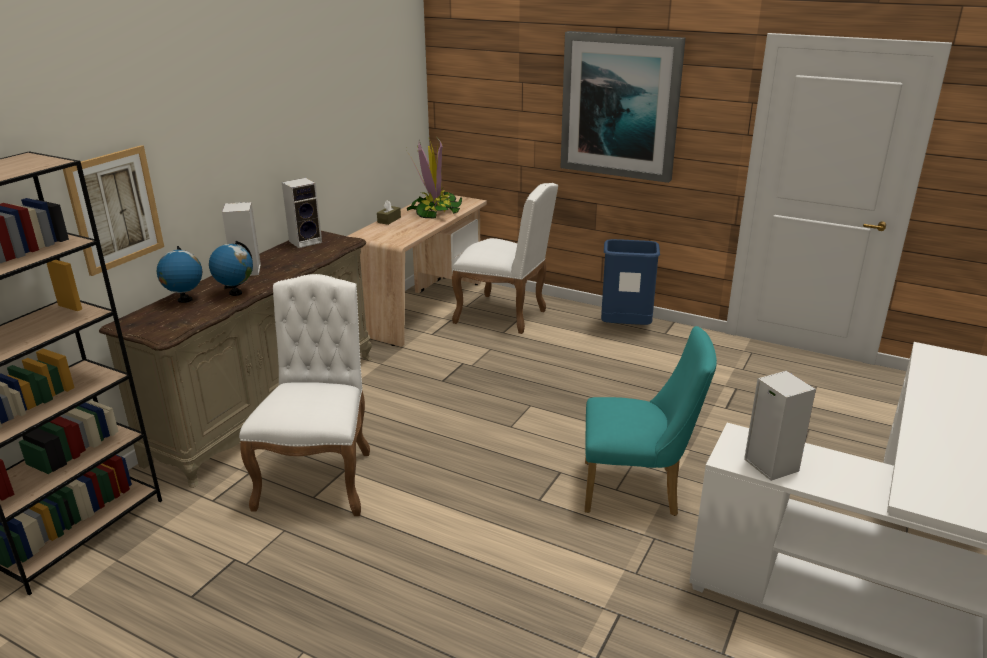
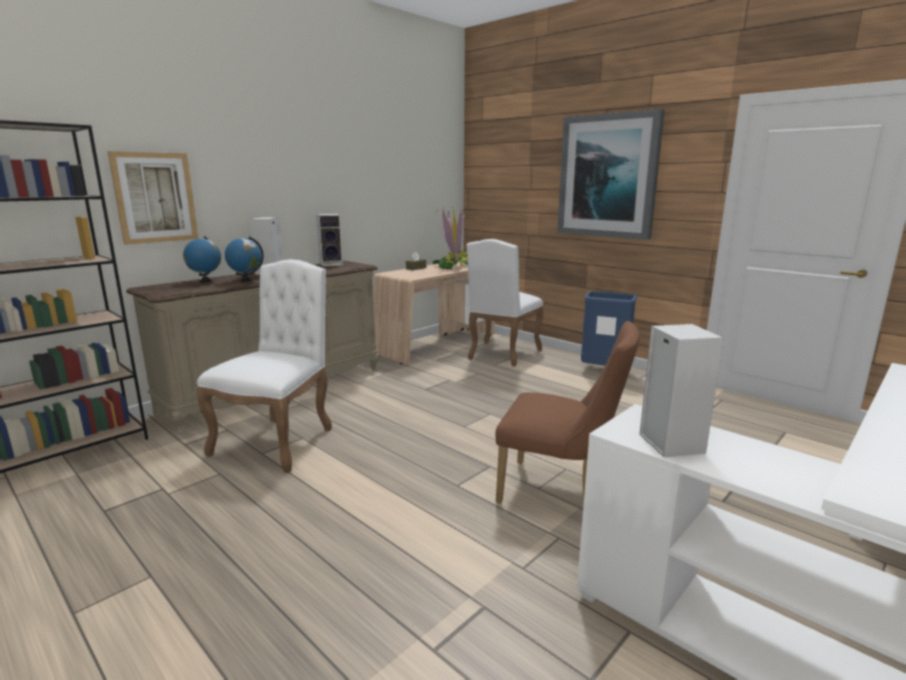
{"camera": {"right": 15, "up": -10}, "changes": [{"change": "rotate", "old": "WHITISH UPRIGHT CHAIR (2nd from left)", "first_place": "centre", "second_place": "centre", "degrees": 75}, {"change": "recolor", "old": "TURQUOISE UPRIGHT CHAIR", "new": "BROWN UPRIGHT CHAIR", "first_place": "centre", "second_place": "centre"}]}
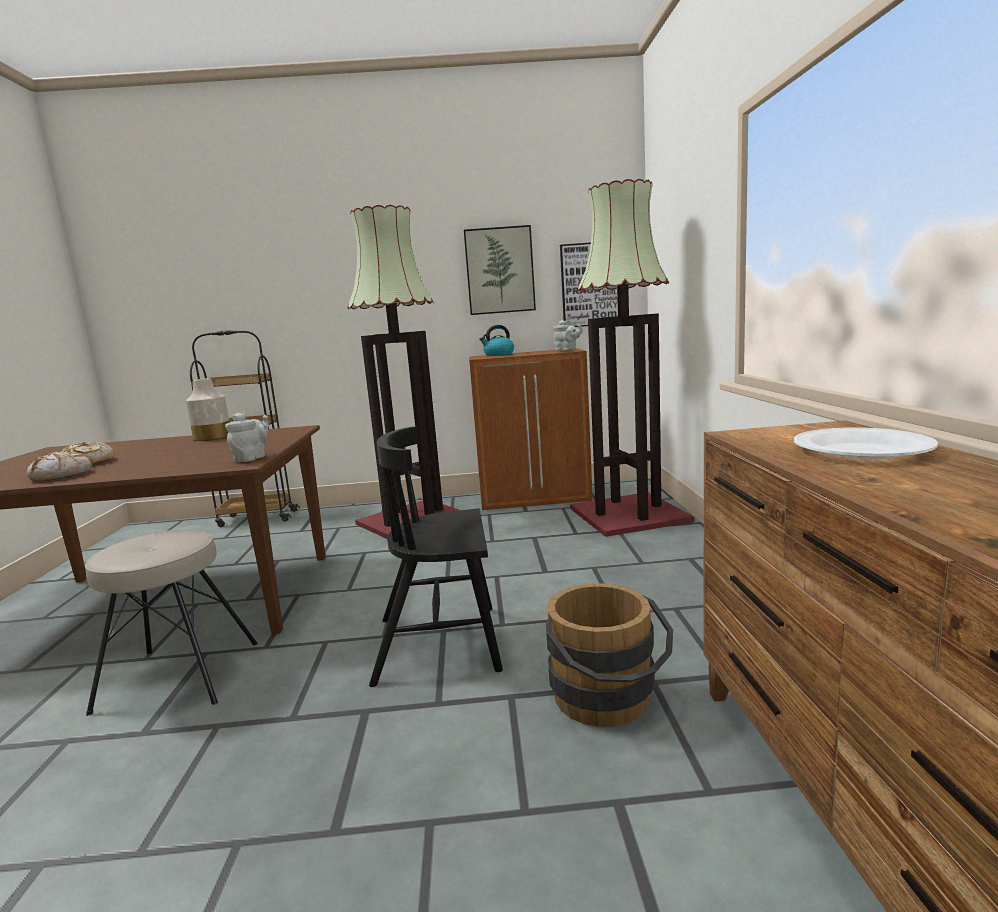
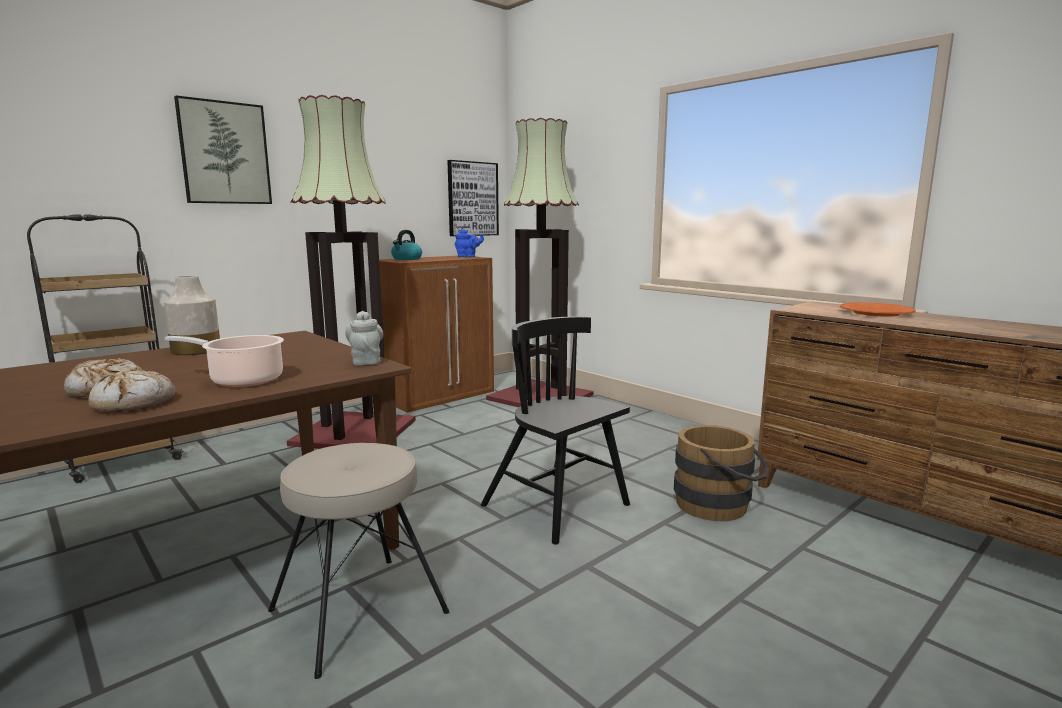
{"camera": {"right": -40, "up": 0}, "changes": [{"change": "rotate", "old": "BLACKISH UPRIGHT CHAIR", "first_place": "centre", "second_place": "centre", "degrees": 90}, {"change": "move", "old": "WALL ART (1st from left)", "first_place": "top centre", "second_place": "top left"}, {"change": "recolor", "old": "GREYISH POT FOR TEA (2nd from left)", "new": "BLUE-COLOURED POT FOR TEA", "first_place": "centre", "second_place": "centre"}, {"change": "recolor", "old": "WHITISH FLAT DISH", "new": "ORANGE FLAT DISH", "first_place": "middle right", "second_place": "middle right"}, {"change": "insert", "new": "SAUCEPOT", "second_place": "middle left"}]}
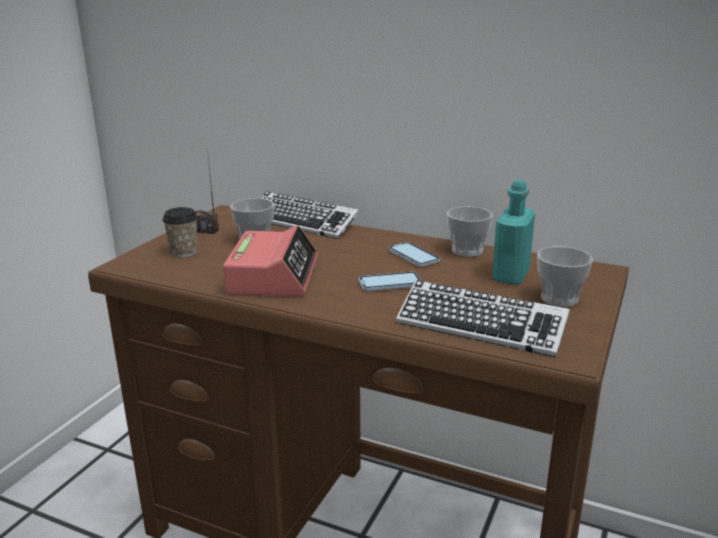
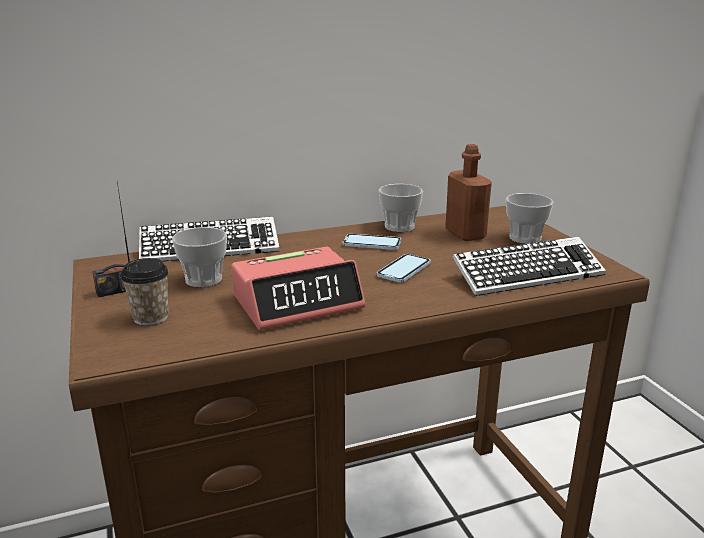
{"camera": {"right": -45, "up": 0}, "changes": [{"change": "rotate", "old": "BEDSIDE CLOCK", "first_place": "centre", "second_place": "centre", "degrees": 105}, {"change": "recolor", "old": "TURQUOISE BEVERAGE BOTTLE", "new": "BROWN BEVERAGE BOTTLE", "first_place": "middle right", "second_place": "centre"}]}
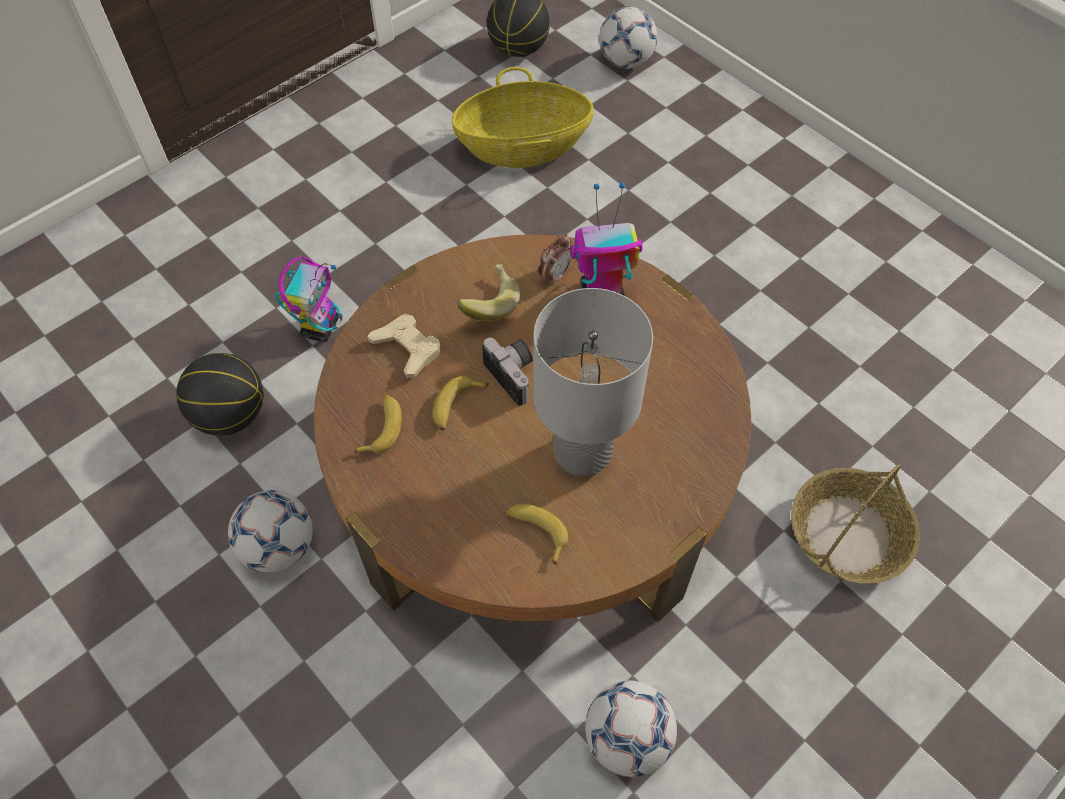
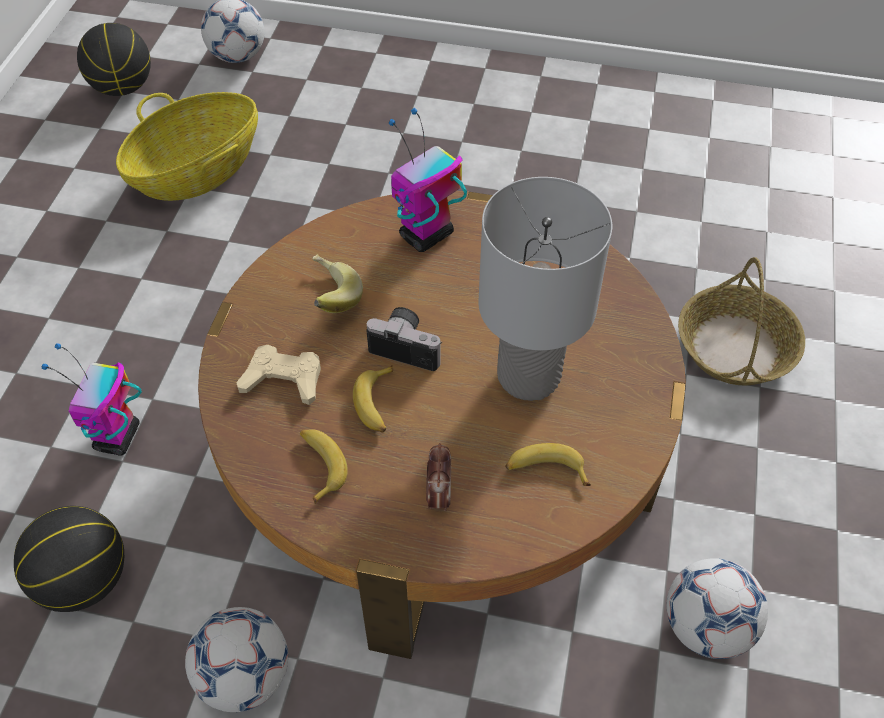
{"camera": {"right": -35, "up": -5}, "changes": [{"change": "rotate", "old": "TOY ROBOT (1st from left)", "first_place": "middle left", "second_place": "middle left", "degrees": -150}, {"change": "move", "old": "BEDSIDE CLOCK", "first_place": "top centre", "second_place": "centre"}]}
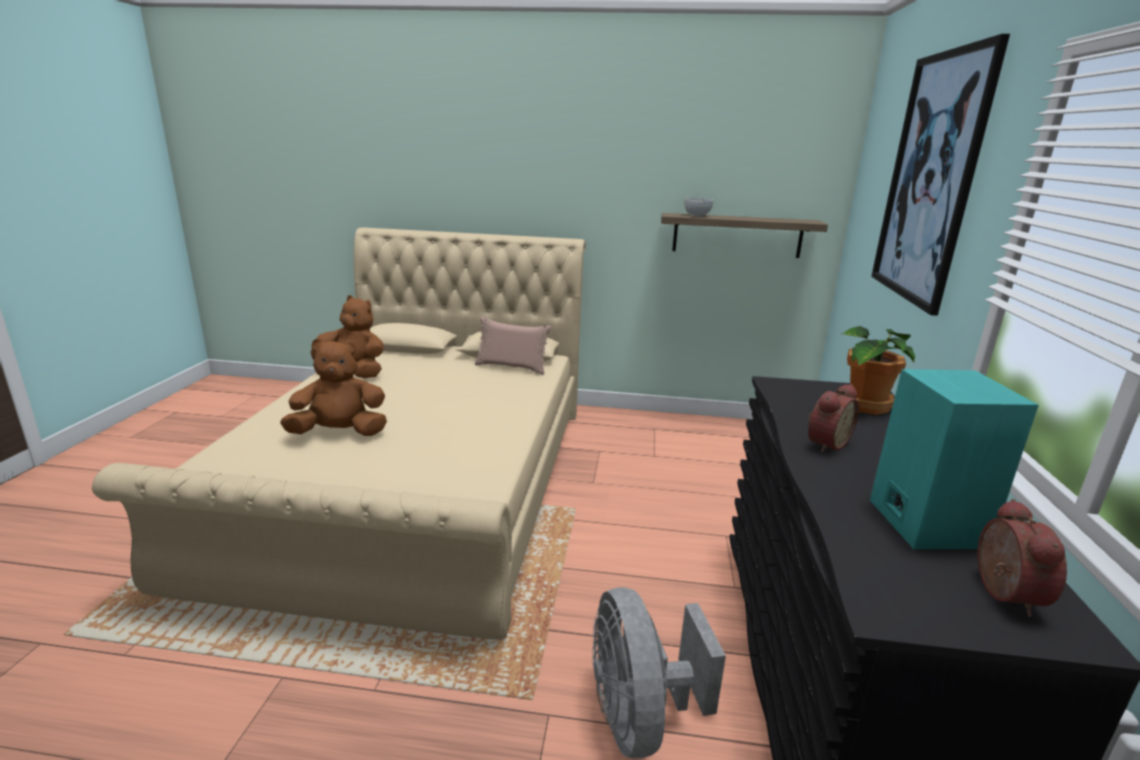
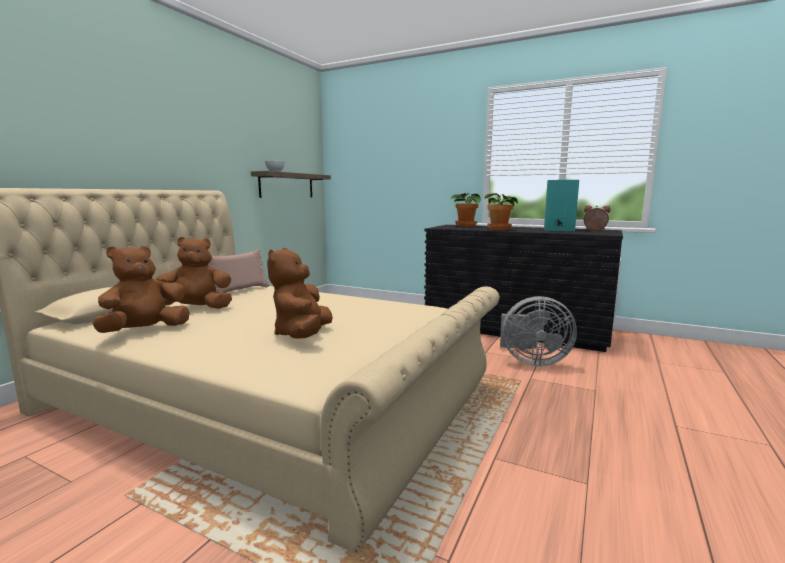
{"camera": {"right": -70, "up": -10}, "changes": [{"change": "replace", "old": "BEDSIDE CLOCK (1st from left)", "new": "POTTED PLANT (2nd from left)", "first_place": "middle right", "second_place": "centre"}, {"change": "delete", "old": "WALL ART", "first_place": "top right"}, {"change": "insert", "new": "BROWN PLUSH TOY (2nd from left)", "second_place": "middle left"}]}
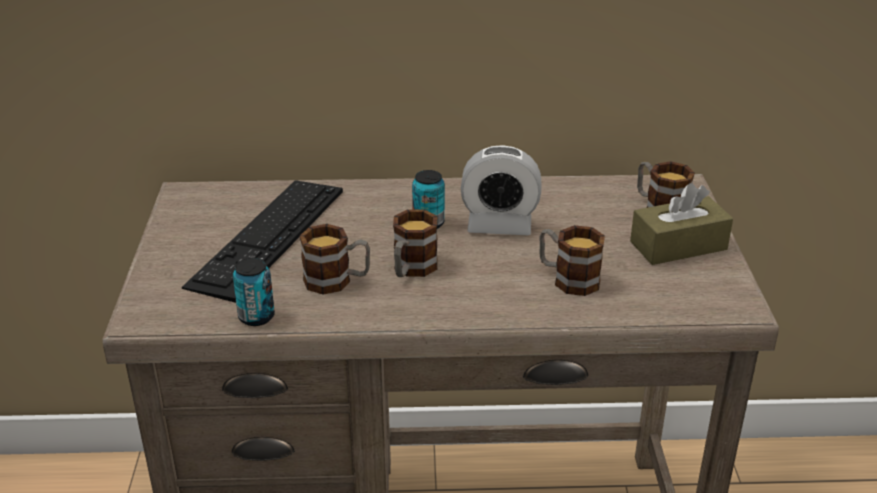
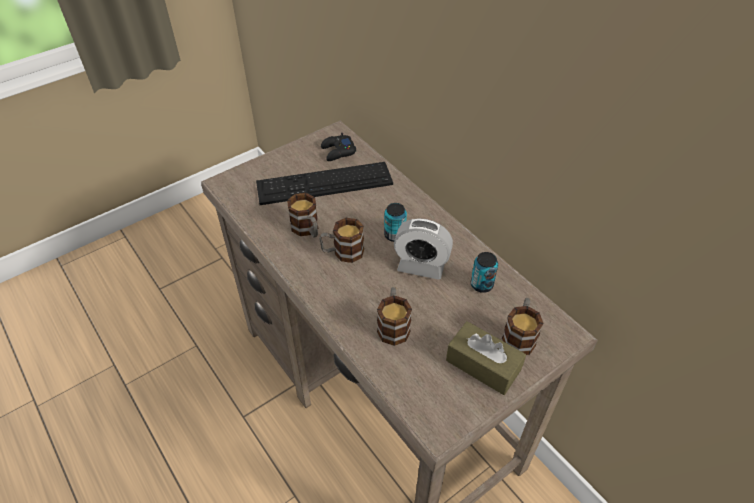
{"camera": {"right": 55, "up": 15}, "changes": [{"change": "move", "old": "SEALED CAN (1st from left in the first image)", "new": "SEALED CAN (2nd from left)", "first_place": "middle left", "second_place": "centre"}, {"change": "rotate", "old": "BEDSIDE CLOCK", "first_place": "centre", "second_place": "centre", "degrees": -45}, {"change": "insert", "new": "BLACKISH JOYPAD", "second_place": "top centre"}]}
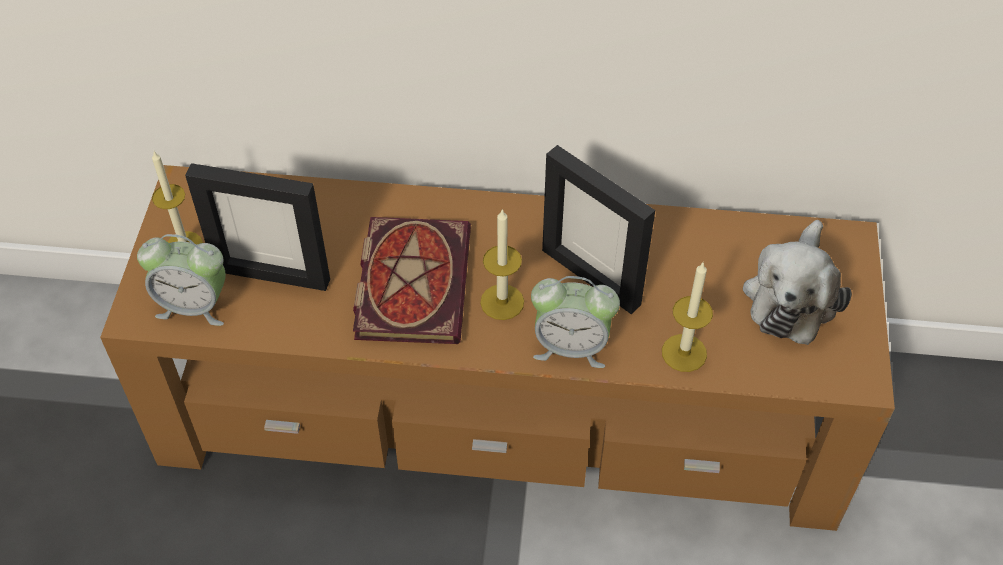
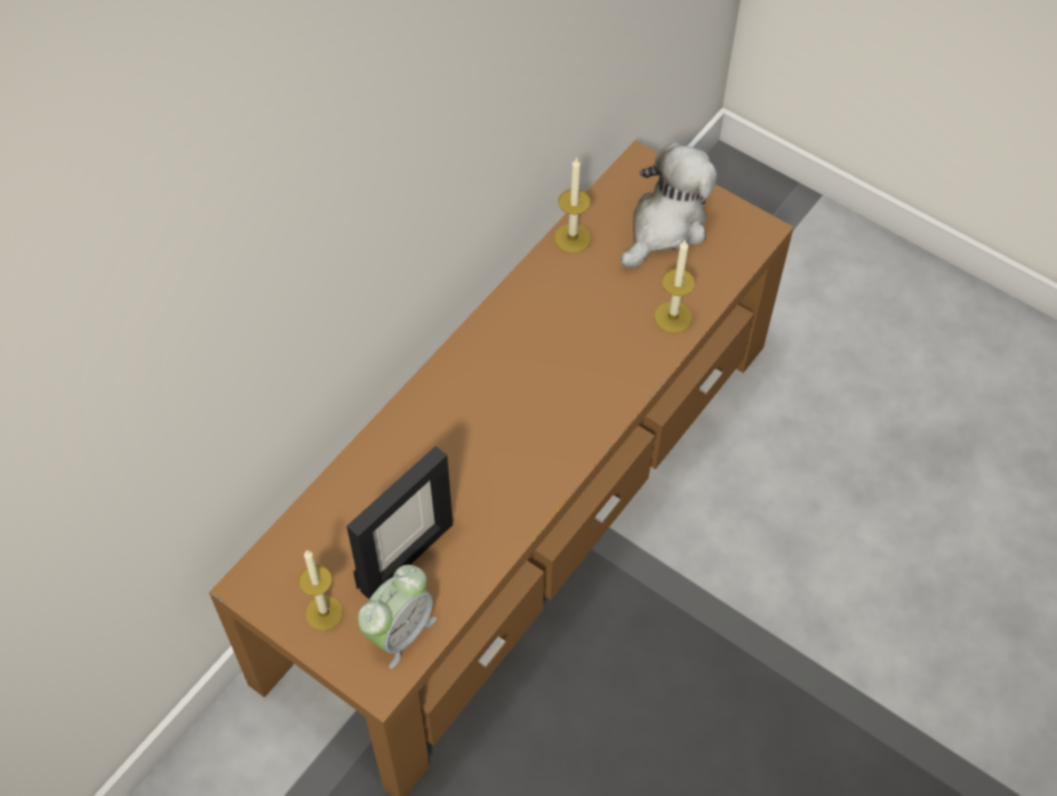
{"camera": {"right": -60, "up": 5}, "changes": [{"change": "delete", "old": "VOLUME", "first_place": "centre"}, {"change": "move", "old": "CANDLE (2nd from left)", "first_place": "centre", "second_place": "top centre"}, {"change": "delete", "old": "BEDSIDE CLOCK (2nd from left)", "first_place": "centre"}, {"change": "delete", "old": "STANDING FRAME (2nd from left)", "first_place": "centre"}, {"change": "rotate", "old": "PLUSH TOY", "first_place": "middle right", "second_place": "top centre", "degrees": -105}]}
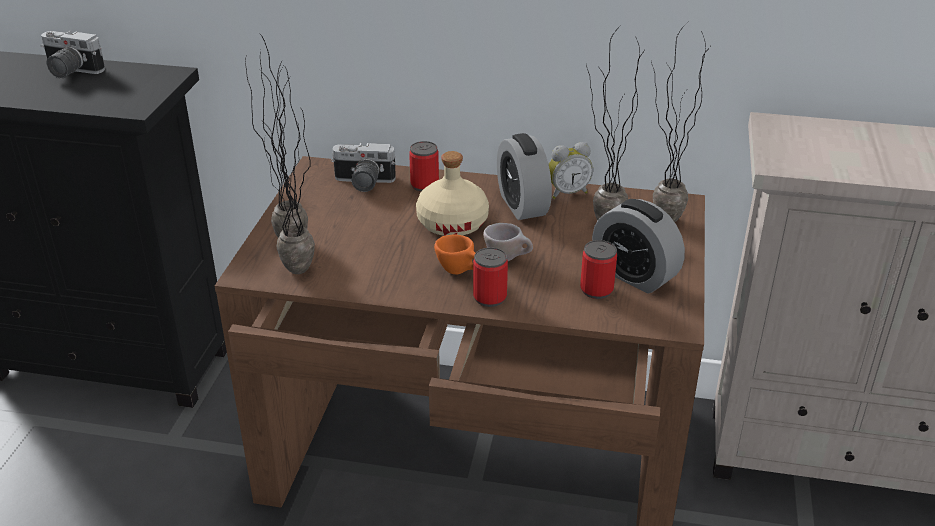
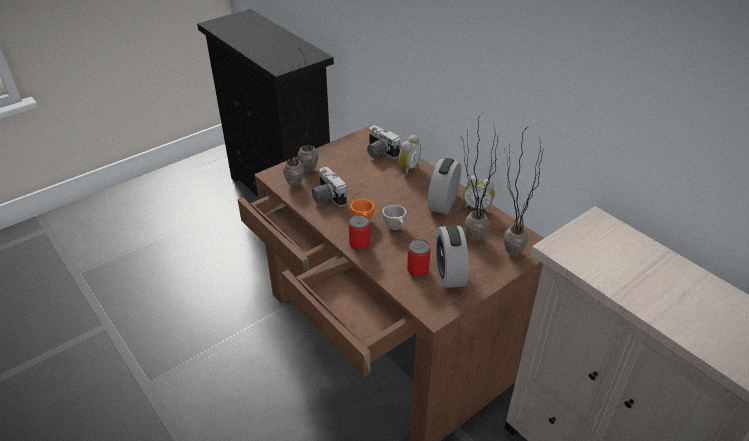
{"camera": {"right": 40, "up": 5}, "changes": [{"change": "move", "old": "STILL CAMERA (1st from left)", "first_place": "top left", "second_place": "centre"}, {"change": "replace", "old": "SEALED CAN (1st from left)", "new": "BEDSIDE CLOCK (1st from left)", "first_place": "top centre", "second_place": "centre"}, {"change": "delete", "old": "BEIGE BEVERAGE BOTTLE", "first_place": "centre"}]}
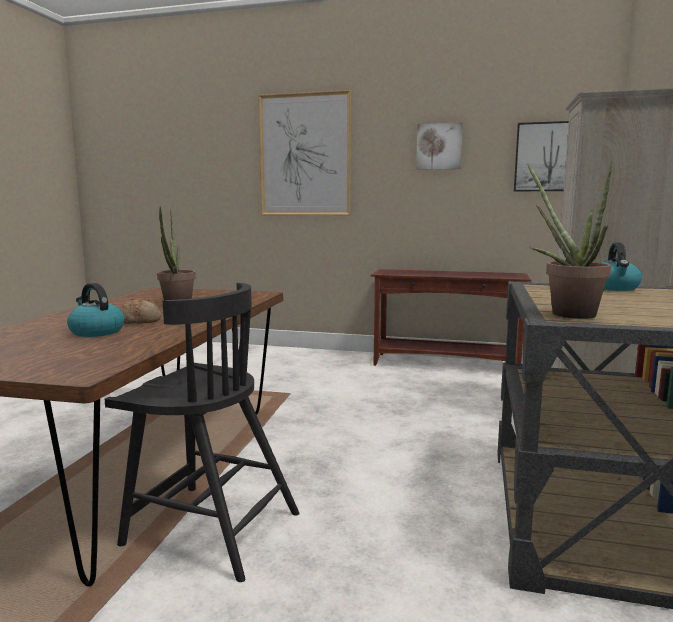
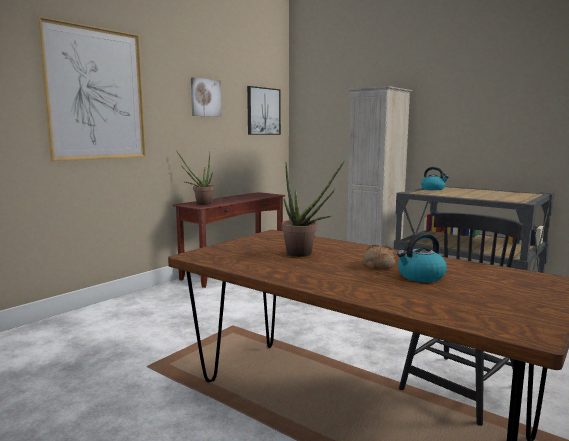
{"camera": {"right": -65, "up": 0}, "changes": [{"change": "move", "old": "POTTED PLANT (2nd from left in the first image)", "new": "POTTED PLANT (1st from left)", "first_place": "middle right", "second_place": "centre"}]}
